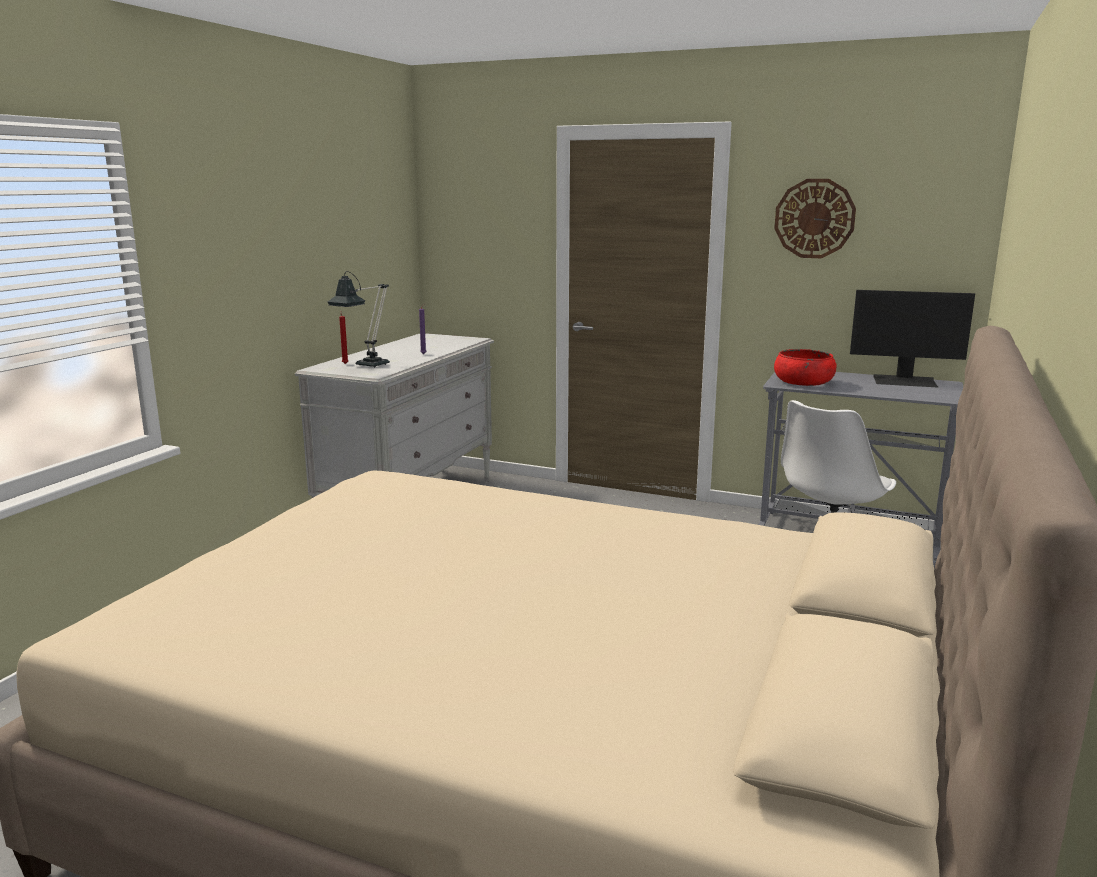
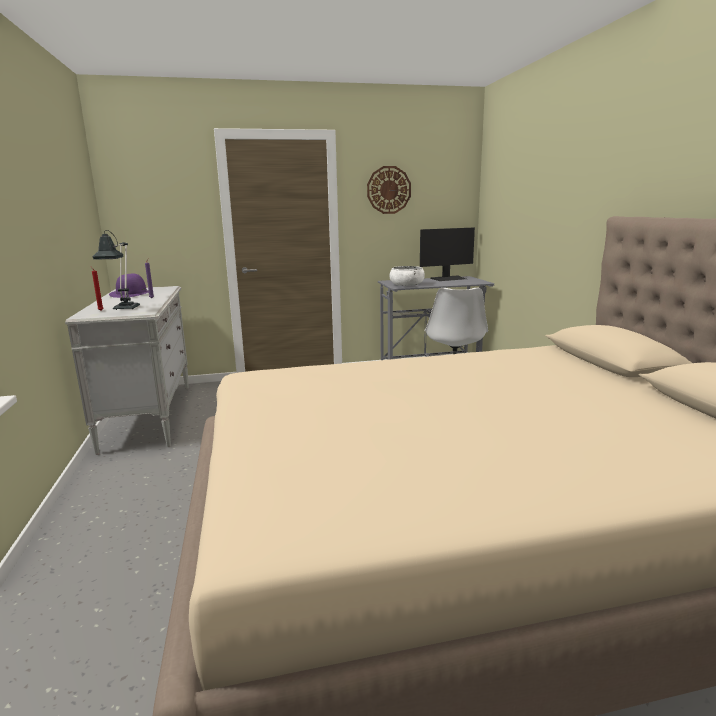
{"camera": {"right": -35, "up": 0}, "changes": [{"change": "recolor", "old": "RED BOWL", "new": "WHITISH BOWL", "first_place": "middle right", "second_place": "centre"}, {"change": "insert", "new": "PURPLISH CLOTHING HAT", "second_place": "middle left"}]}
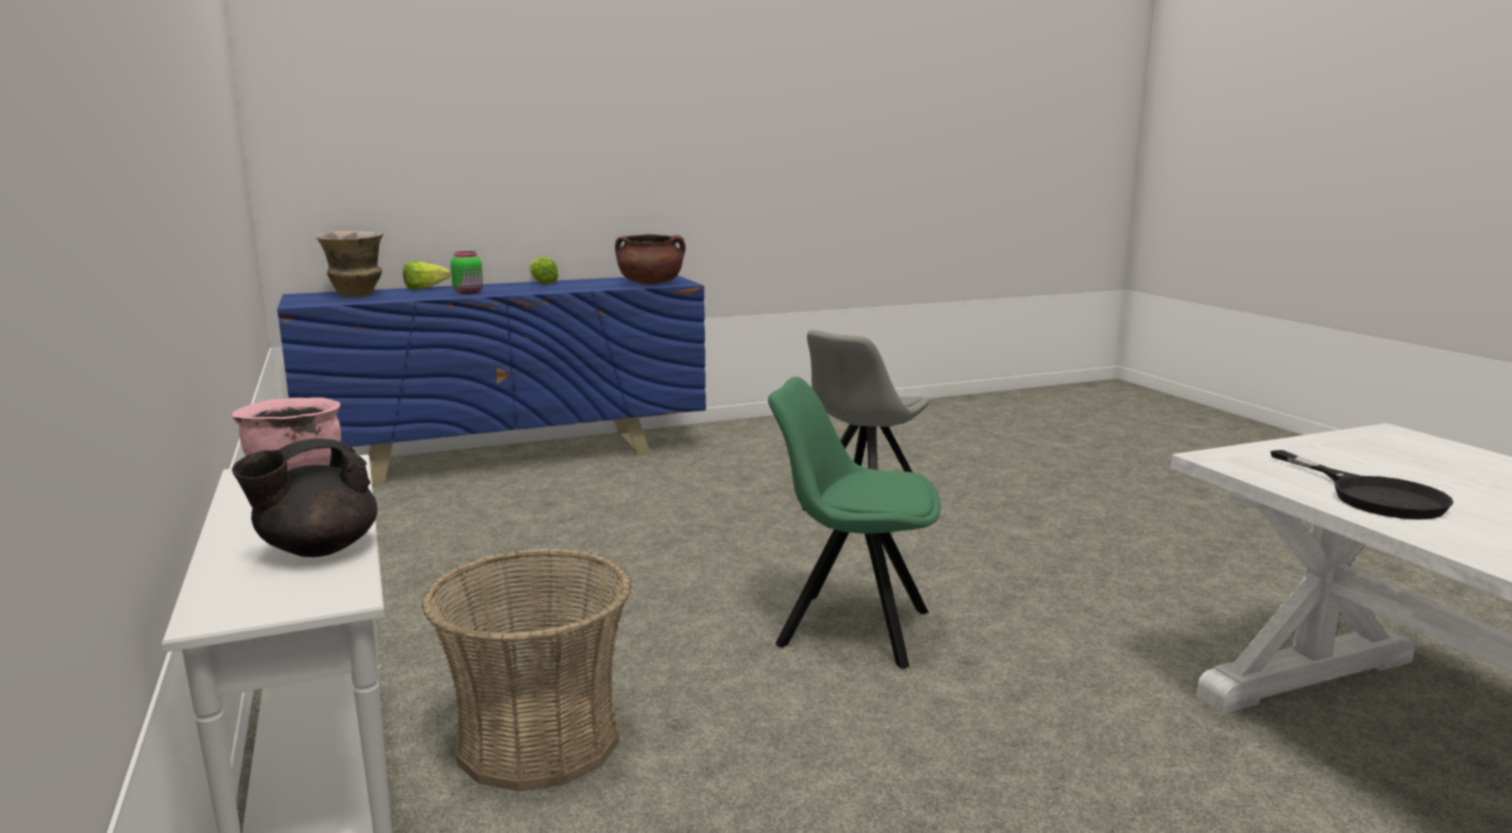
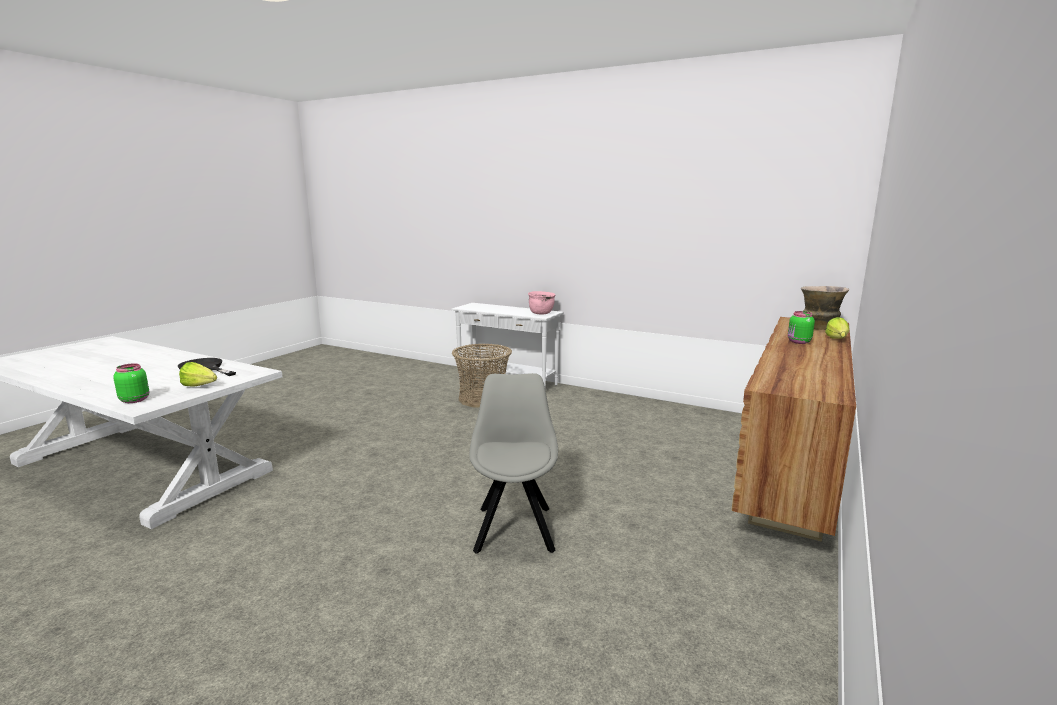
{"camera": {"right": 140, "up": 0}, "changes": [{"change": "delete", "old": "BLACKISH POT FOR TEA", "first_place": "middle left"}, {"change": "recolor", "old": "BLUE-COLOURED STORAGE CABINET", "new": "BROWN STORAGE CABINET", "first_place": "middle left", "second_place": "middle right"}, {"change": "move", "old": "LETTUCE (2nd from left in the first image)", "new": "LETTUCE (1st from left)", "first_place": "top centre", "second_place": "middle left"}, {"change": "delete", "old": "BROWN SAUCEPOT", "first_place": "top centre"}, {"change": "delete", "old": "GREEN UPRIGHT CHAIR", "first_place": "centre"}, {"change": "insert", "new": "GREEN PRESERVE JAR (1st from left)", "second_place": "middle left"}]}
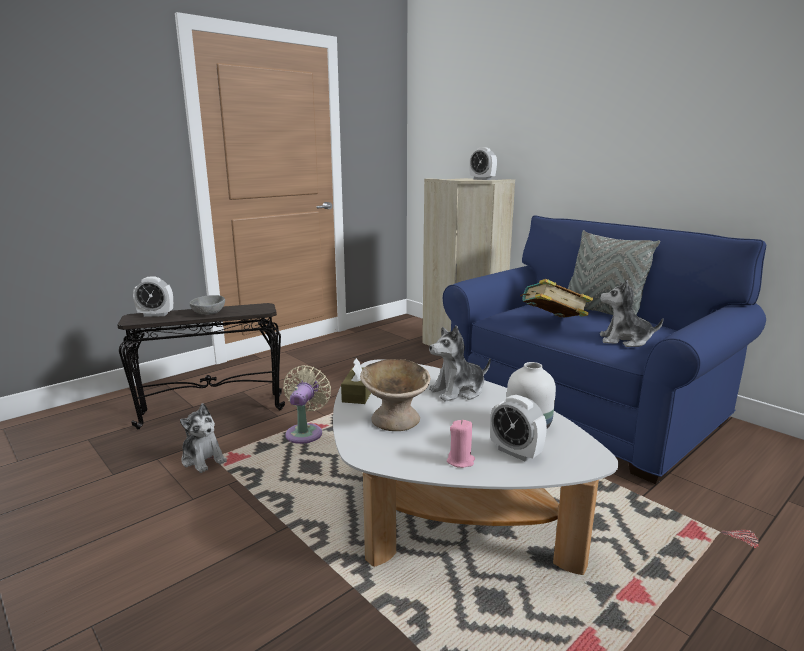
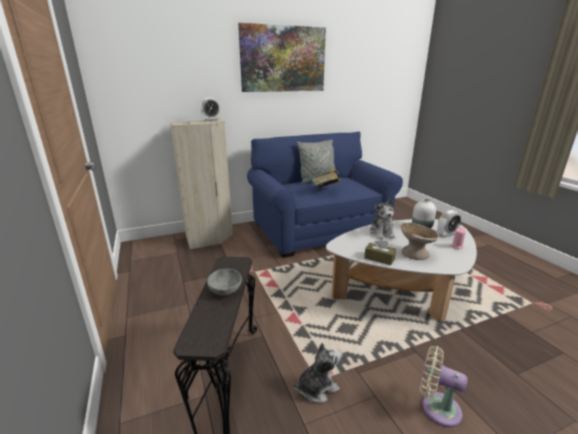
{"camera": {"right": -70, "up": 5}, "changes": [{"change": "delete", "old": "BEDSIDE CLOCK (1st from left)", "first_place": "middle left"}, {"change": "move", "old": "BEIGE COOLING FAN", "first_place": "centre", "second_place": "bottom right"}, {"change": "delete", "old": "PLUSH TOY (3rd from left)", "first_place": "middle right"}, {"change": "insert", "new": "WALL ART", "second_place": "top centre"}]}
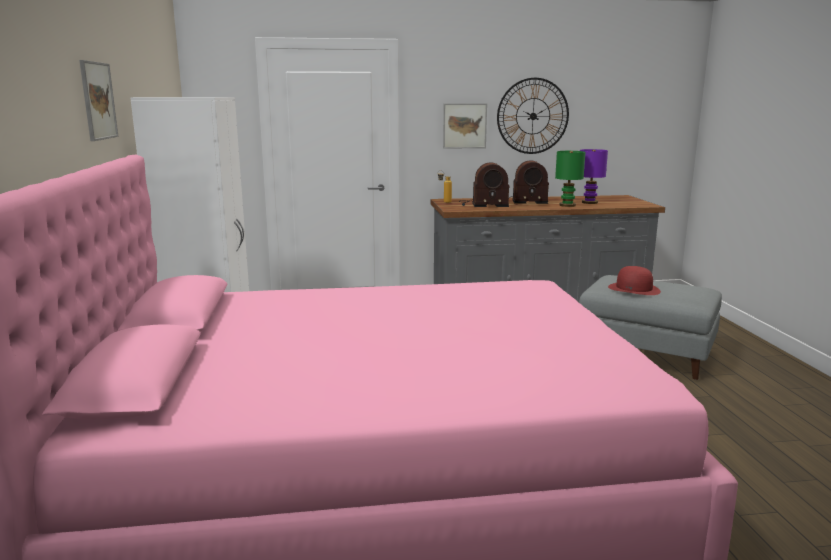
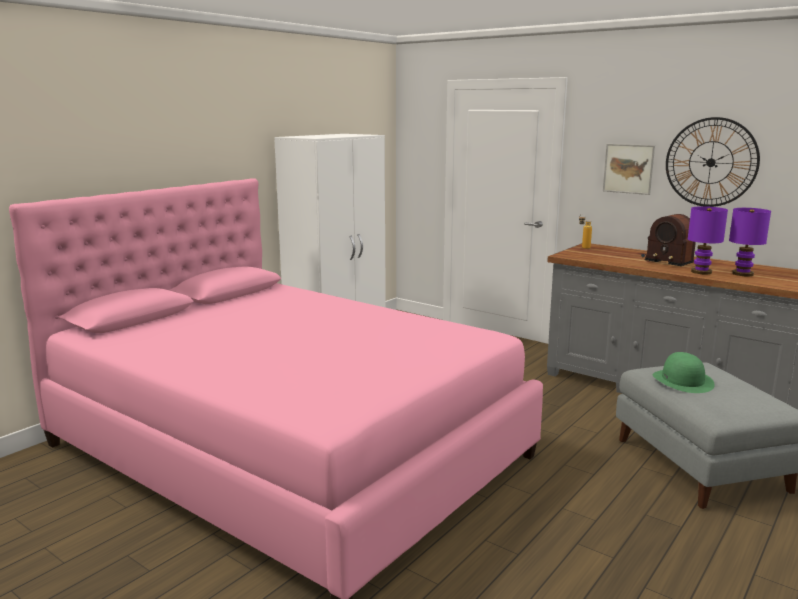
{"camera": {"right": 45, "up": 0}, "changes": [{"change": "delete", "old": "WALL ART (1st from left)", "first_place": "top left"}, {"change": "delete", "old": "RADIO (1st from left)", "first_place": "top centre"}, {"change": "recolor", "old": "GREEN LAMP FOR A TABLE", "new": "PURPLISH LAMP FOR A TABLE (1st from left)", "first_place": "top right", "second_place": "middle right"}, {"change": "recolor", "old": "RED CLOTHING HAT", "new": "GREEN CLOTHING HAT", "first_place": "middle right", "second_place": "middle right"}]}
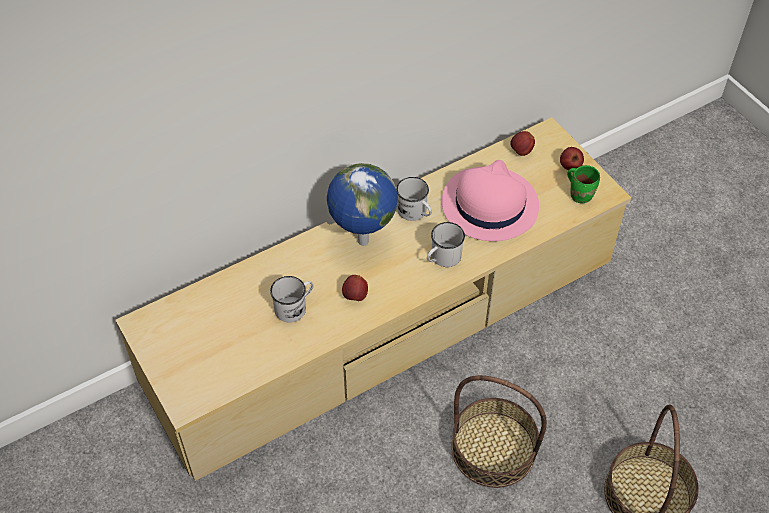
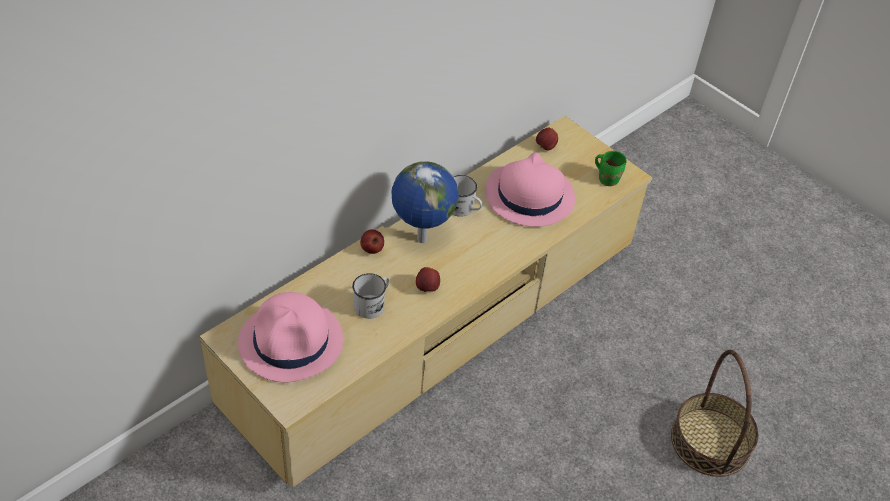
{"camera": {"right": -15, "up": -5}, "changes": [{"change": "delete", "old": "WHITISH MUG (3rd from left)", "first_place": "centre"}, {"change": "delete", "old": "HOUSEHOLD BASKET (1st from left)", "first_place": "bottom centre"}, {"change": "move", "old": "APPLE (3rd from left in the first image)", "new": "APPLE (1st from left)", "first_place": "top right", "second_place": "centre"}, {"change": "insert", "new": "PINK CLOTHING HAT (1st from left)", "second_place": "bottom left"}]}
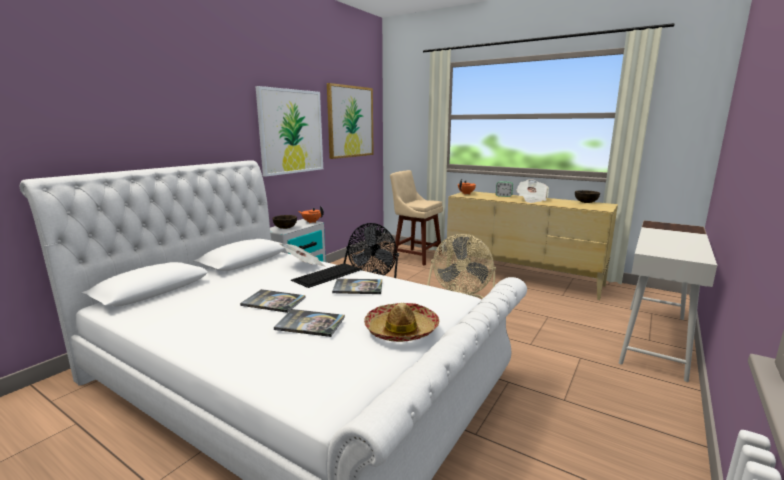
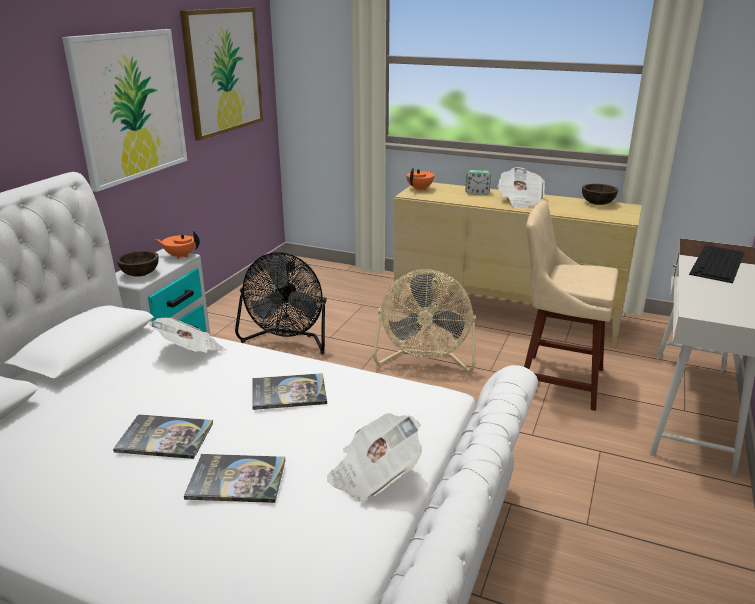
{"camera": {"right": -10, "up": 10}, "changes": [{"change": "move", "old": "PC KEYBOARD", "first_place": "centre", "second_place": "middle right"}, {"change": "replace", "old": "CLOTHING HAT", "new": "NEWSPAPER (2nd from left)", "first_place": "bottom centre", "second_place": "bottom centre"}, {"change": "move", "old": "BEIGE UPRIGHT CHAIR", "first_place": "centre", "second_place": "middle right"}]}
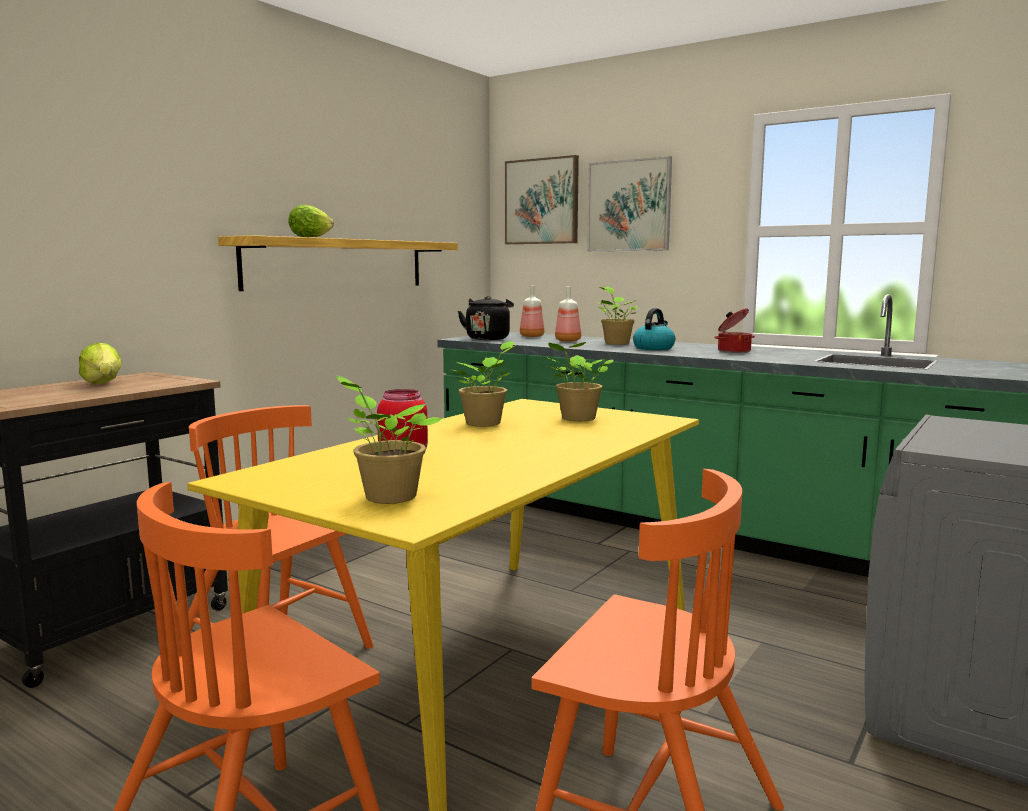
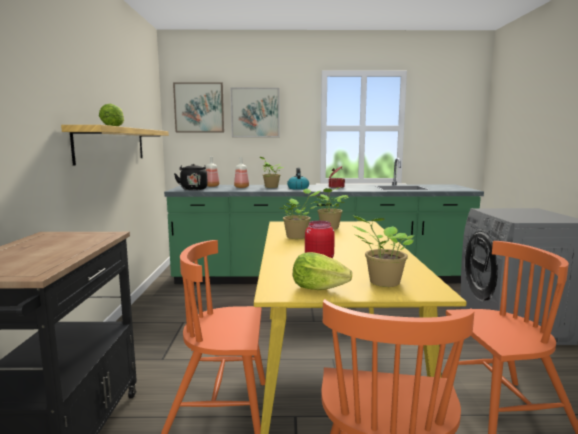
{"camera": {"right": -35, "up": 0}, "changes": [{"change": "move", "old": "LETTUCE (1st from left in the first image)", "new": "LETTUCE (2nd from left)", "first_place": "middle left", "second_place": "centre"}]}
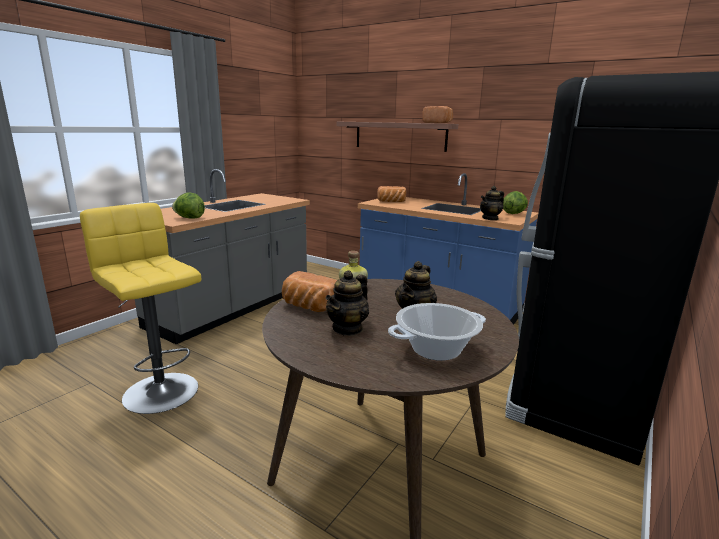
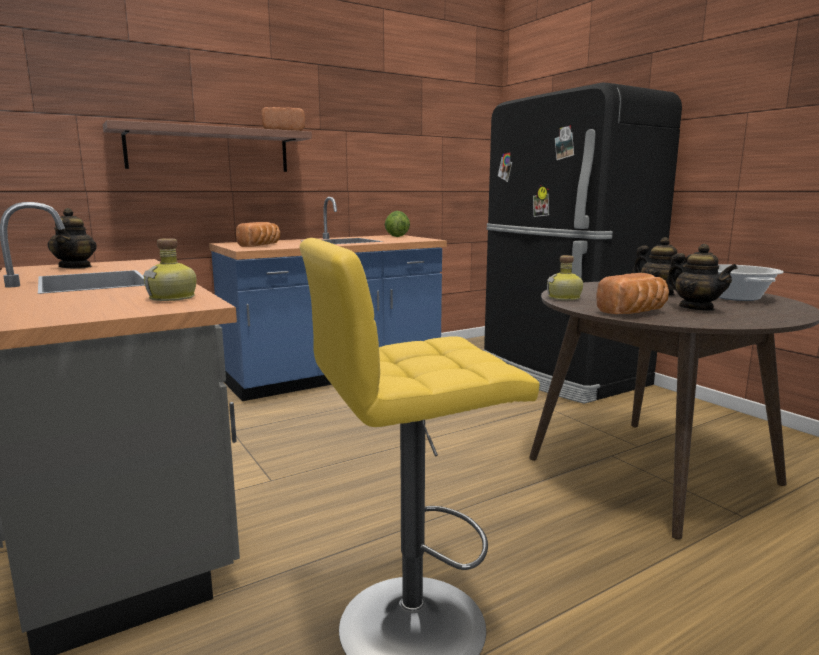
{"camera": {"right": -65, "up": -5}, "changes": [{"change": "replace", "old": "LETTUCE (1st from left)", "new": "BEVERAGE BOTTLE (1st from left)", "first_place": "middle left", "second_place": "middle left"}, {"change": "move", "old": "POT FOR TEA (3rd from left in the first image)", "new": "POT FOR TEA (1st from left)", "first_place": "middle right", "second_place": "middle left"}]}
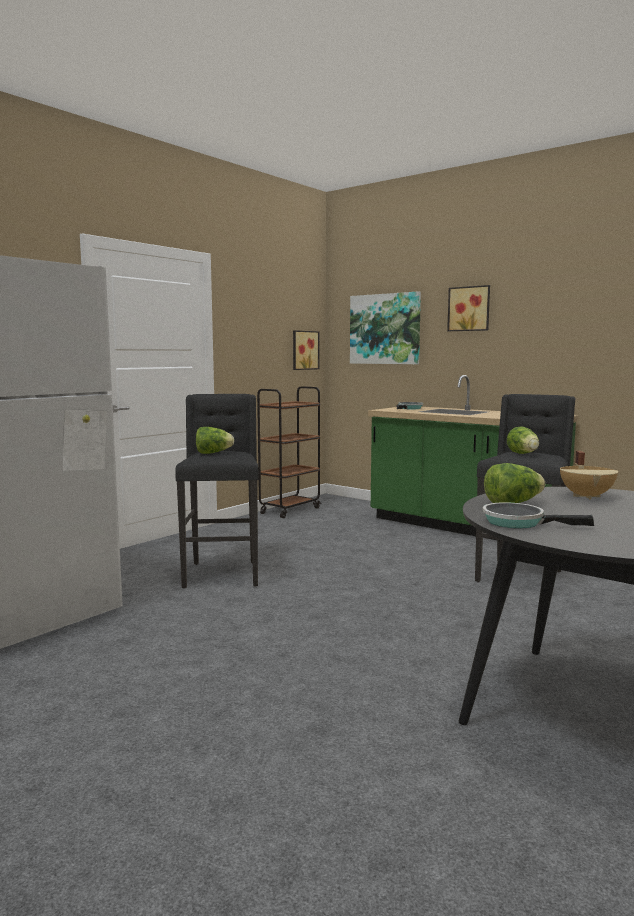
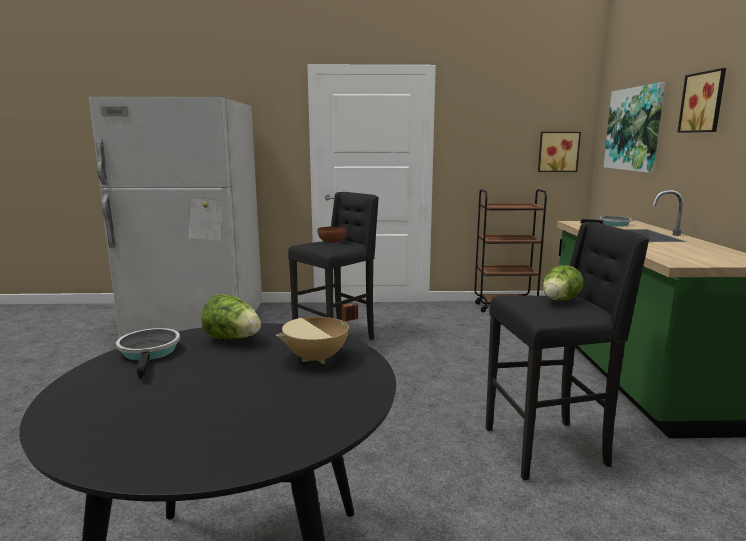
{"camera": {"right": 50, "up": 5}, "changes": [{"change": "replace", "old": "LETTUCE (1st from left)", "new": "BROWN BOWL", "first_place": "centre", "second_place": "centre"}]}
